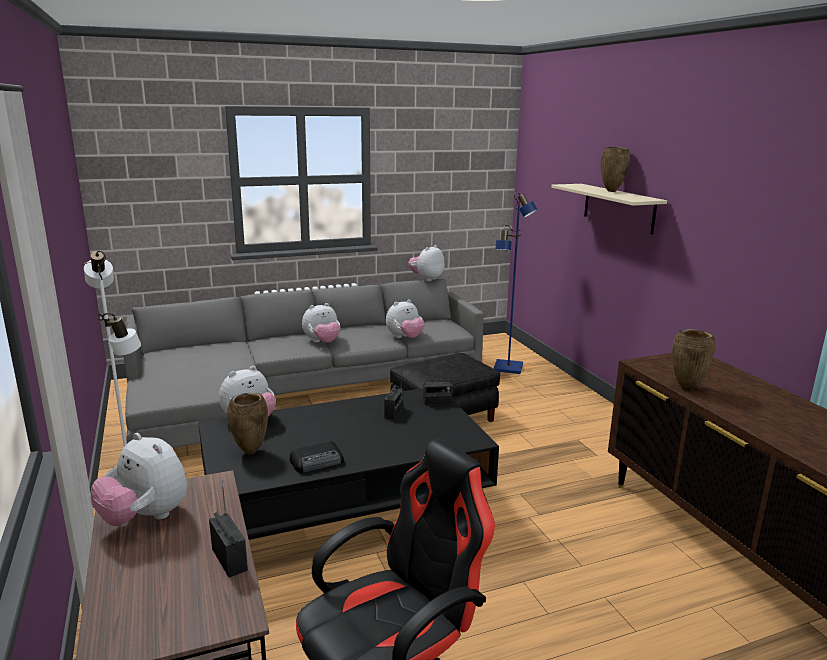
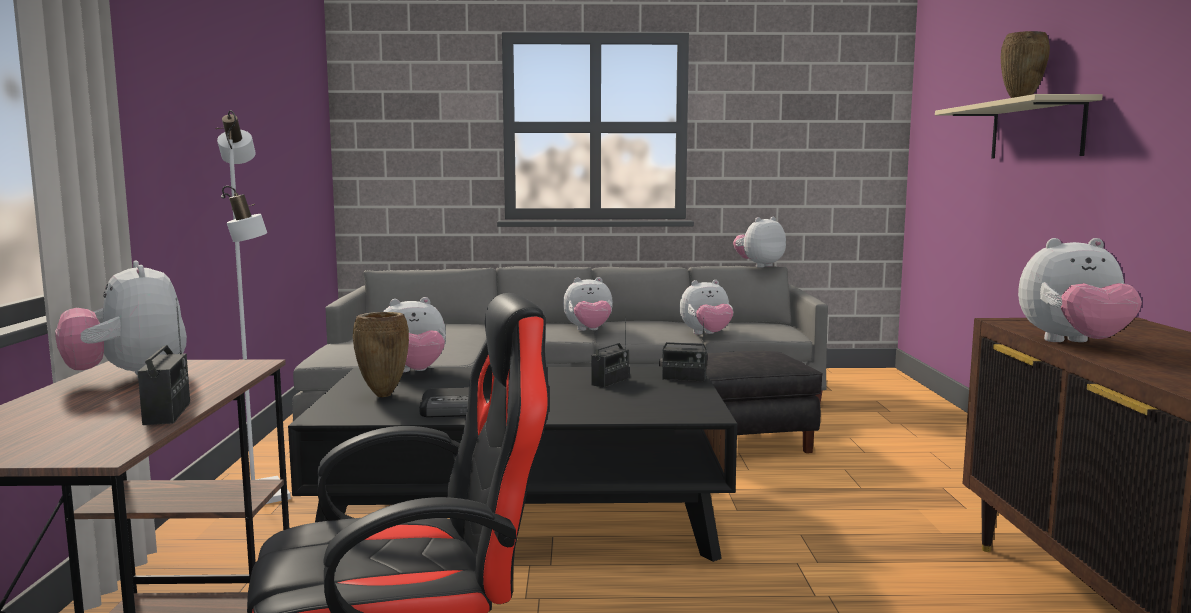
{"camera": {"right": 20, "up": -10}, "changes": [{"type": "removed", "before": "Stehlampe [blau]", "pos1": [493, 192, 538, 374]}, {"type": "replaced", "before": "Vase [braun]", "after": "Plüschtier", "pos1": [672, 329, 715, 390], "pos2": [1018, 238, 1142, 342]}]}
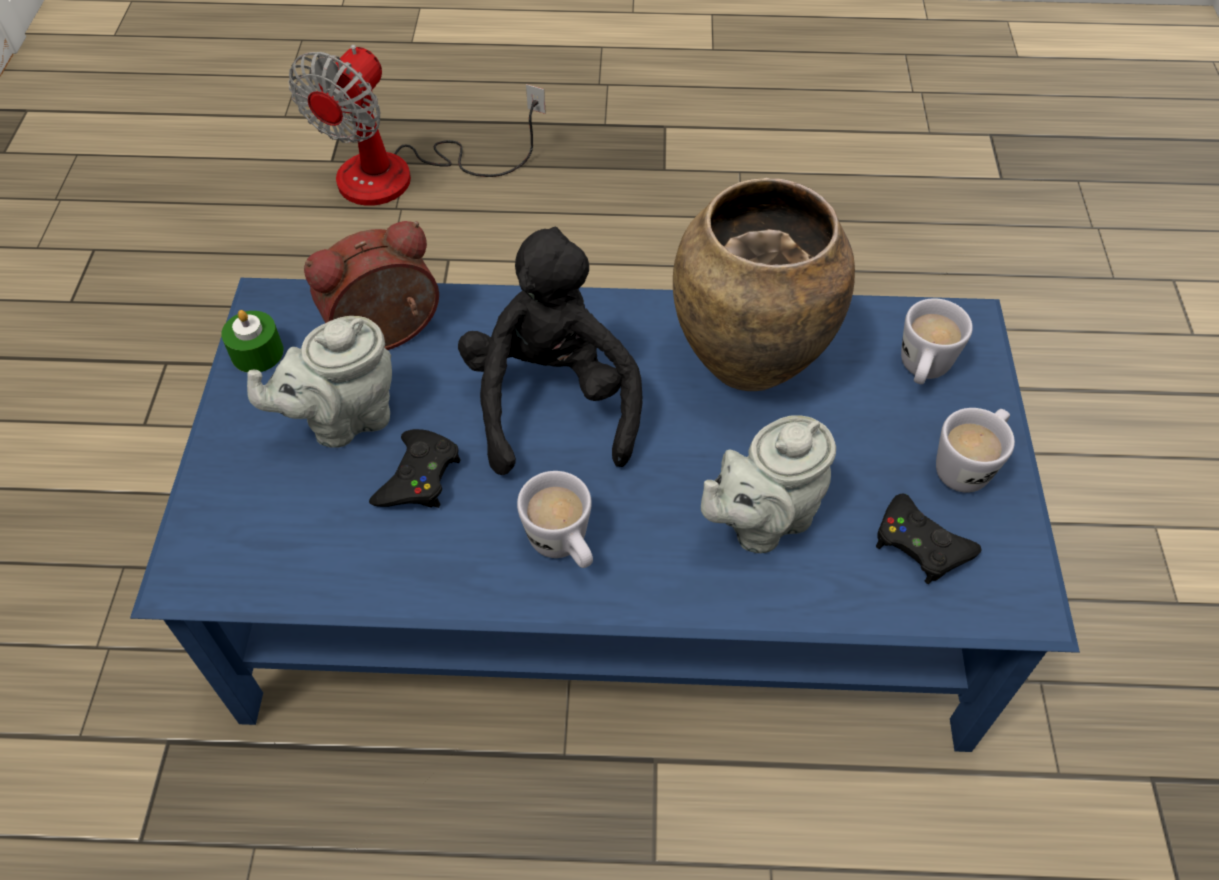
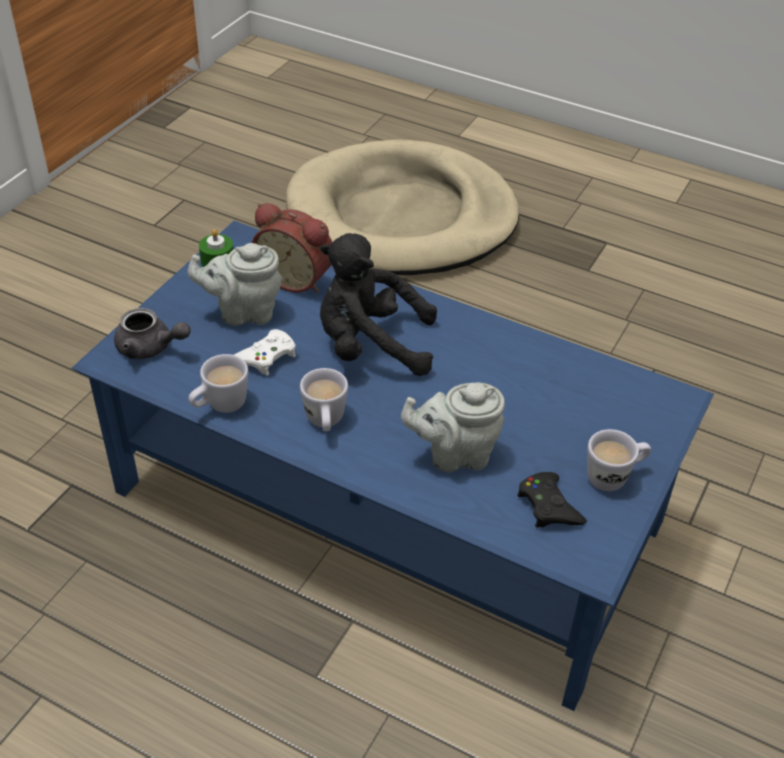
{"camera": {"right": 25, "up": -10}, "changes": [{"type": "replaced", "before": "Ventilator", "after": "Hundebett [beige]", "pos1": [289, 45, 546, 205], "pos2": [286, 139, 519, 275]}, {"type": "turned", "before": "Wecker", "pos1": [304, 221, 439, 350], "pos2": [252, 203, 332, 293], "turn": -150}, {"type": "recoloured", "before": "Gamepad [schwarz]", "after": "Gamepad [weiß]", "pos1": [369, 429, 461, 508], "pos2": [234, 329, 296, 375]}, {"type": "turned", "before": "Plüschtier [schwarz]", "pos1": [458, 227, 643, 475], "pos2": [320, 233, 437, 376], "turn": -105}, {"type": "removed", "before": "Vase [braun]", "pos1": [673, 178, 855, 391]}, {"type": "moved", "before": "Henkelbecher [weiß]", "pos1": [901, 298, 973, 384], "pos2": [189, 354, 248, 413]}, {"type": "added", "after": "Teekanne [grau]", "pos2": [114, 308, 191, 359]}]}
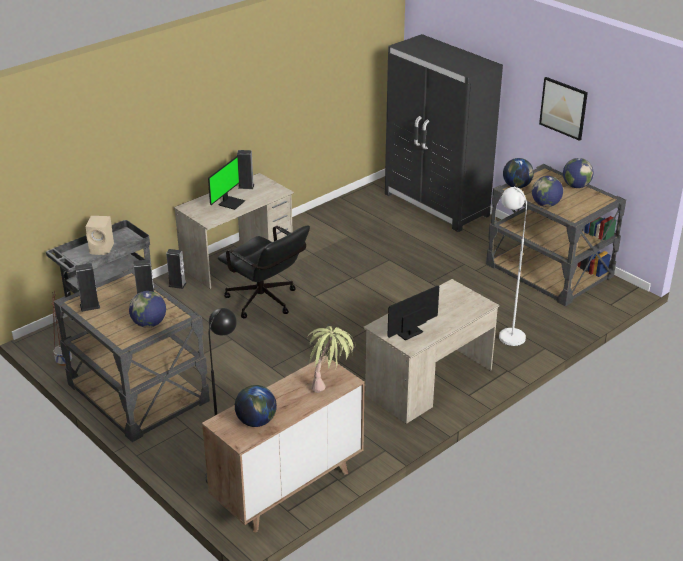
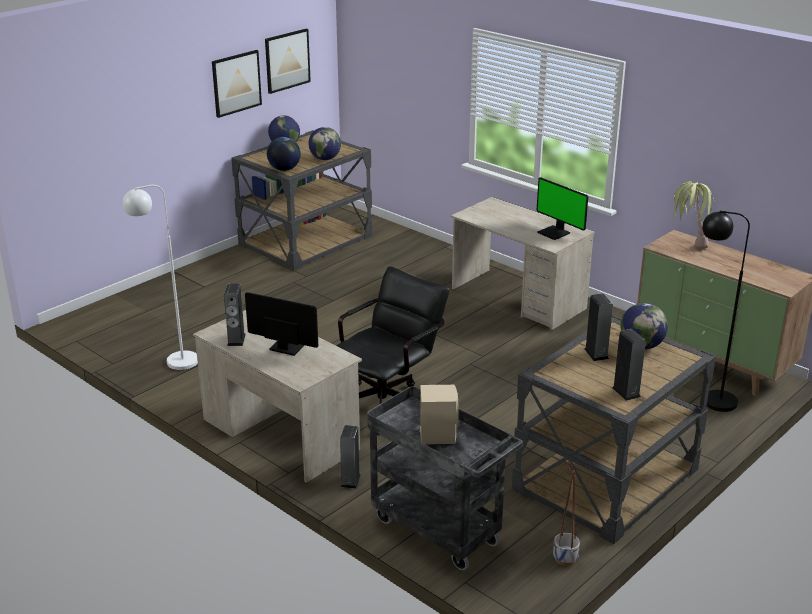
{"camera": {"right": -95, "up": -5}, "changes": [{"type": "removed", "before": "Globus", "pos1": [235, 385, 277, 427]}, {"type": "removed", "before": "Schrank [schwarz]", "pos1": [385, 34, 503, 232]}, {"type": "moved", "before": "Stehlampe [weiß]", "pos1": [499, 187, 527, 346], "pos2": [123, 185, 198, 370]}, {"type": "added", "after": "Bild", "pos2": [265, 29, 311, 94]}]}
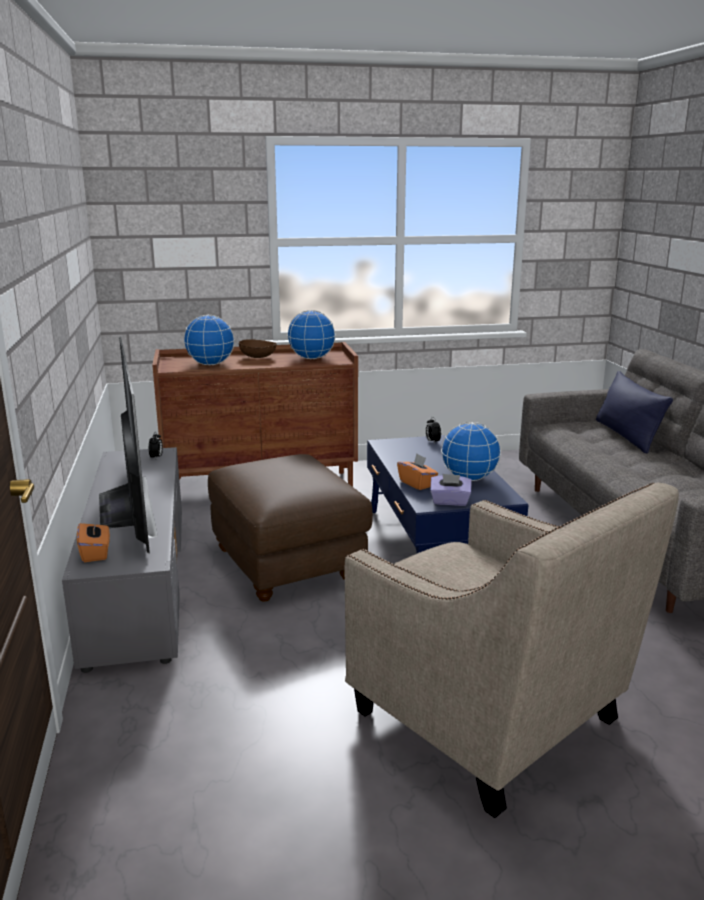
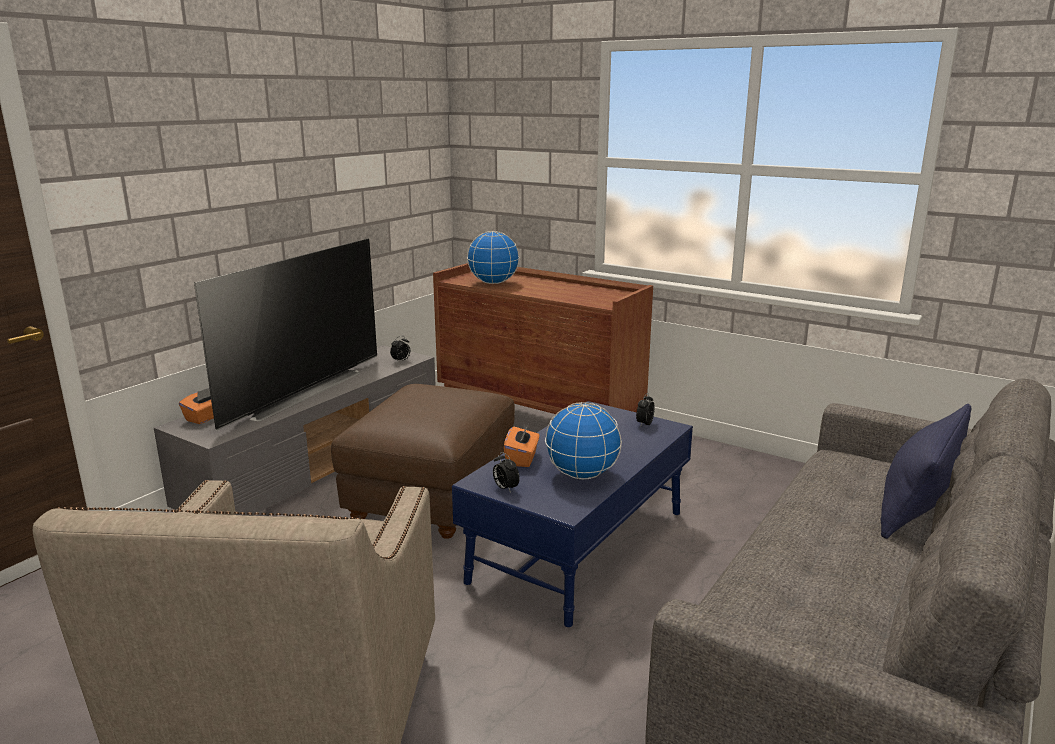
{"camera": {"right": 45, "up": 0}, "changes": [{"type": "removed", "before": "Schüssel [braun]", "pos1": [239, 339, 277, 358]}, {"type": "removed", "before": "Globus", "pos1": [287, 310, 336, 359]}, {"type": "replaced", "before": "Taschentuchbox [lila]", "after": "Wecker", "pos1": [430, 474, 472, 506], "pos2": [493, 452, 520, 493]}]}
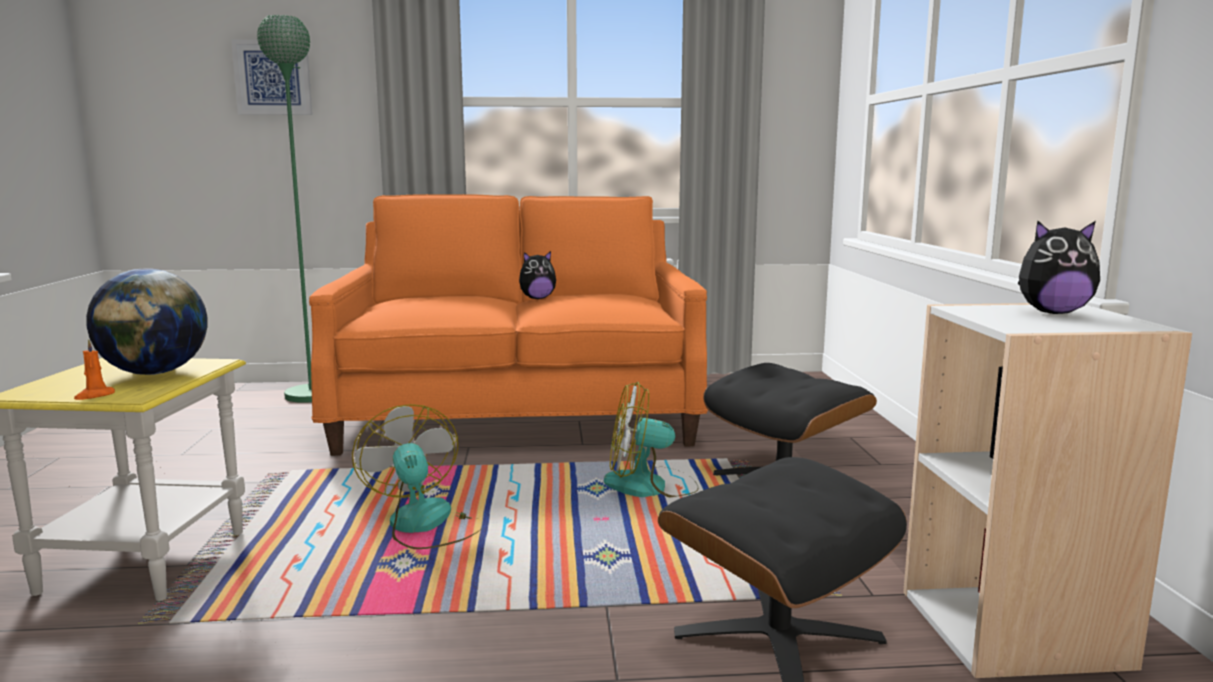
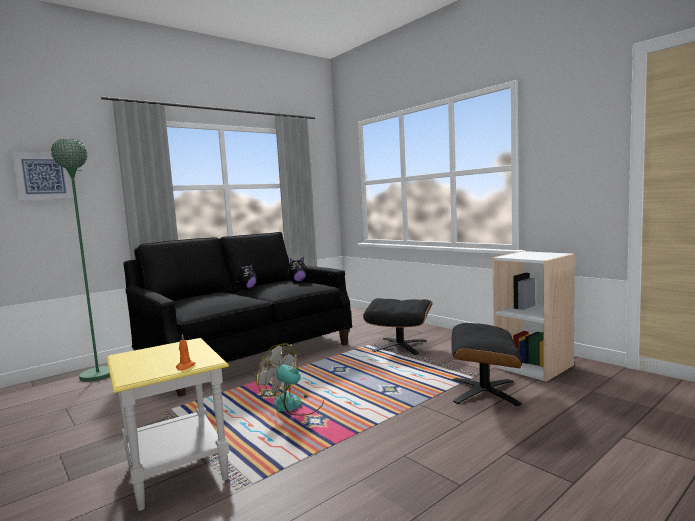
{"camera": {"right": -35, "up": -5}, "changes": [{"type": "removed", "before": "Globus", "pos1": [86, 268, 208, 375]}, {"type": "recoloured", "before": "Sofa [orange]", "after": "Sofa [schwarz]", "pos1": [309, 194, 708, 456], "pos2": [123, 232, 353, 397]}, {"type": "removed", "before": "Ventilator", "pos1": [604, 382, 699, 497]}, {"type": "moved", "before": "Plüschtier", "pos1": [1018, 221, 1100, 314], "pos2": [288, 258, 307, 282]}]}
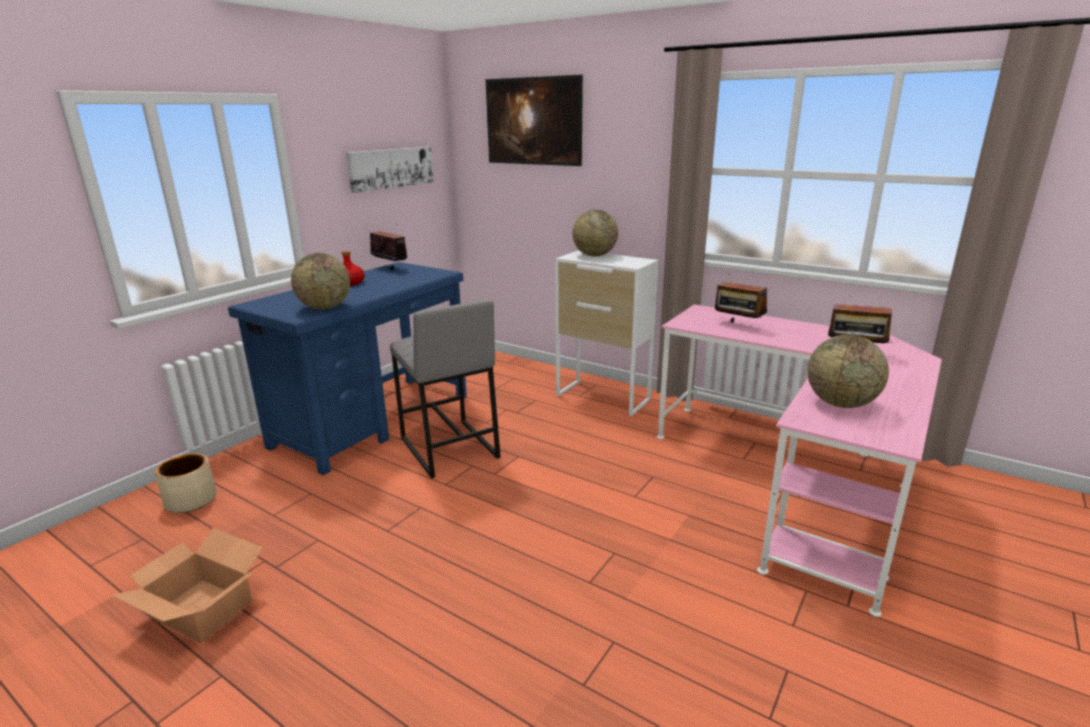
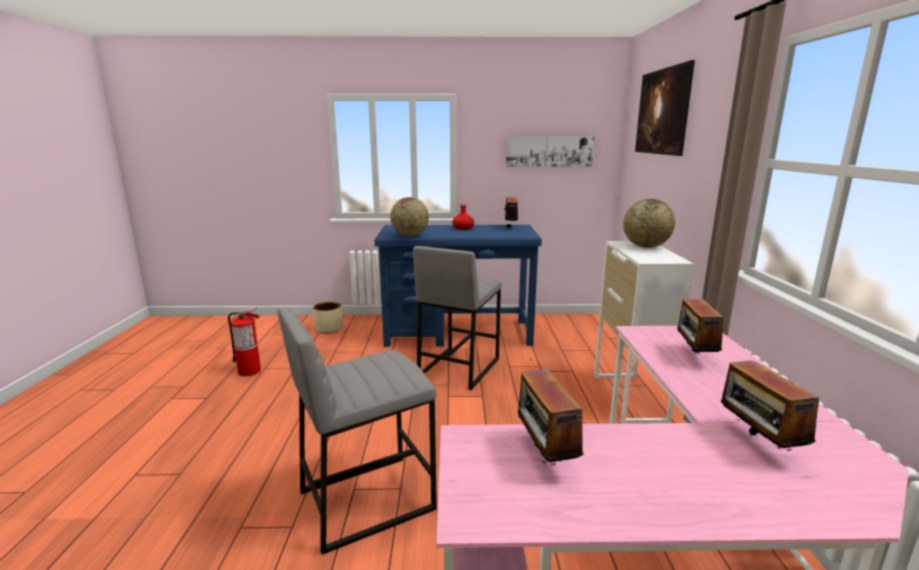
{"camera": {"right": 55, "up": -5}, "changes": [{"type": "replaced", "before": "Karton", "after": "Feuerlöscher", "pos1": [111, 528, 263, 643], "pos2": [228, 307, 261, 376]}, {"type": "replaced", "before": "Globus", "after": "Radio", "pos1": [807, 335, 889, 408], "pos2": [508, 369, 587, 467]}, {"type": "added", "after": "Hocker [grau]", "pos2": [278, 306, 437, 555]}]}
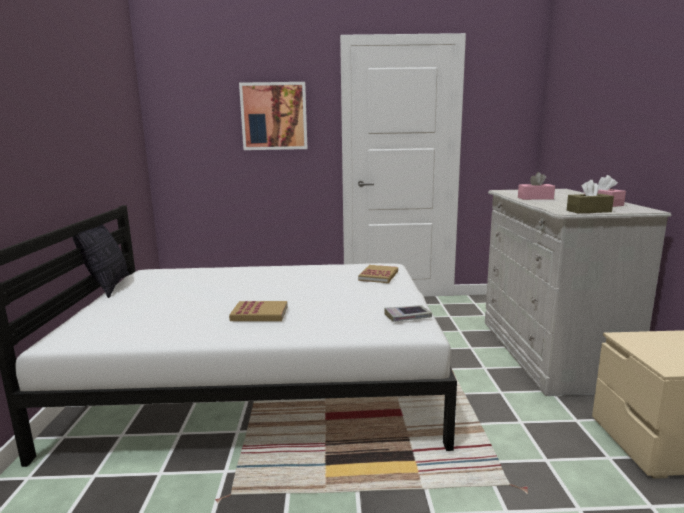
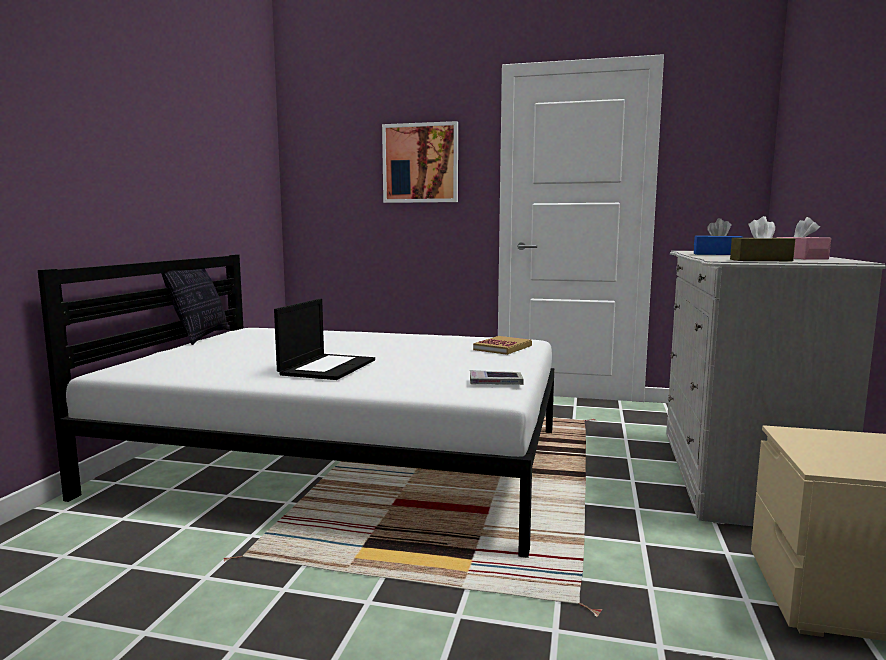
{"camera": {"right": 15, "up": -5}, "changes": [{"type": "replaced", "before": "Buch", "after": "Laptop", "pos1": [229, 301, 288, 321], "pos2": [274, 299, 375, 380]}, {"type": "recoloured", "before": "Taschentuchbox [rosa]", "after": "Taschentuchbox [blau]", "pos1": [518, 172, 555, 200], "pos2": [694, 218, 743, 255]}]}
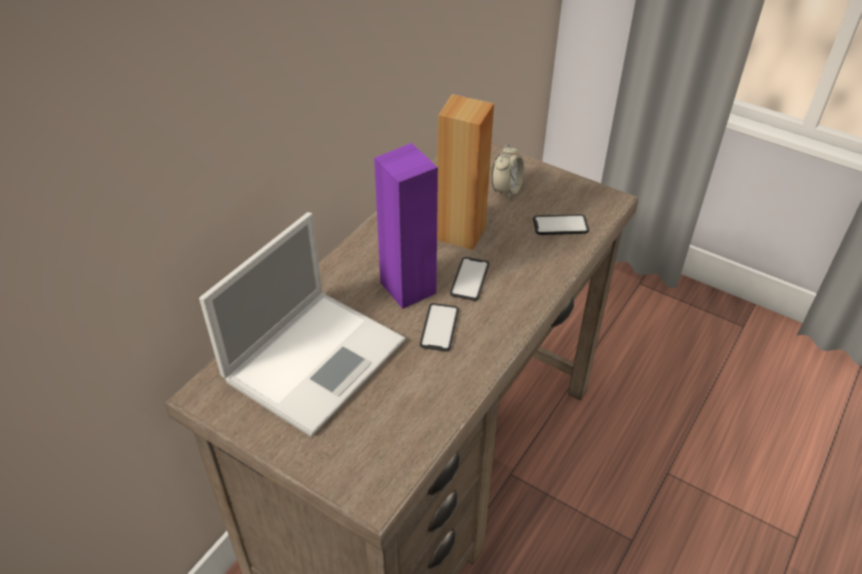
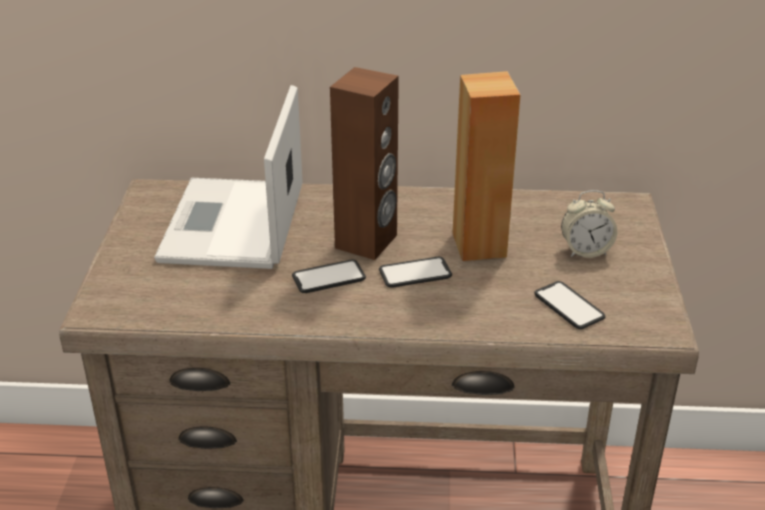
{"camera": {"right": 60, "up": -10}, "changes": [{"type": "turned", "before": "Laptop", "pos1": [199, 212, 405, 437], "pos2": [154, 85, 303, 269], "turn": 90}, {"type": "recoloured", "before": "Lautsprecher [lila]", "after": "Lautsprecher [braun]", "pos1": [374, 143, 438, 309], "pos2": [330, 67, 399, 260]}]}
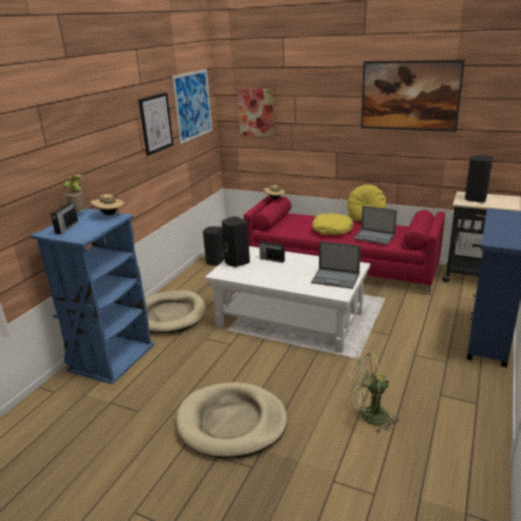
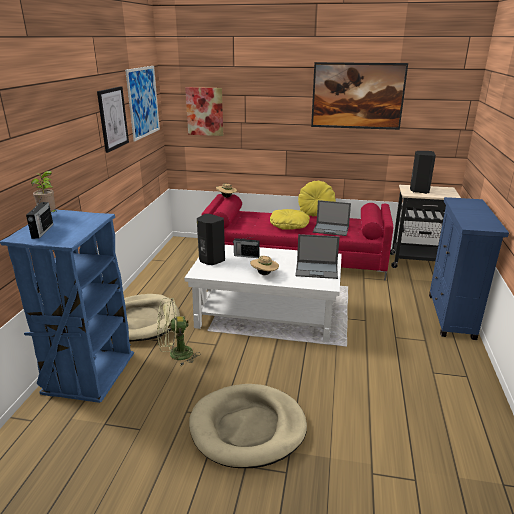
{"camera": {"right": -15, "up": 0}, "changes": [{"type": "moved", "before": "Hut [beige]", "pos1": [91, 194, 124, 215], "pos2": [250, 256, 279, 275]}, {"type": "removed", "before": "Lautsprecher [schwarz]", "pos1": [203, 226, 225, 266]}, {"type": "moved", "before": "Ventilator [grün]", "pos1": [349, 351, 399, 433], "pos2": [157, 298, 201, 366]}]}
